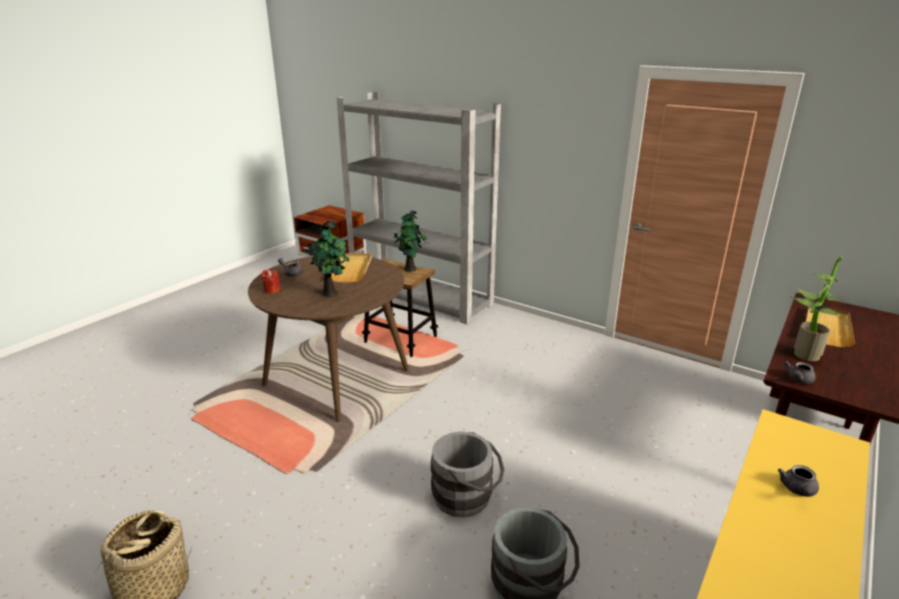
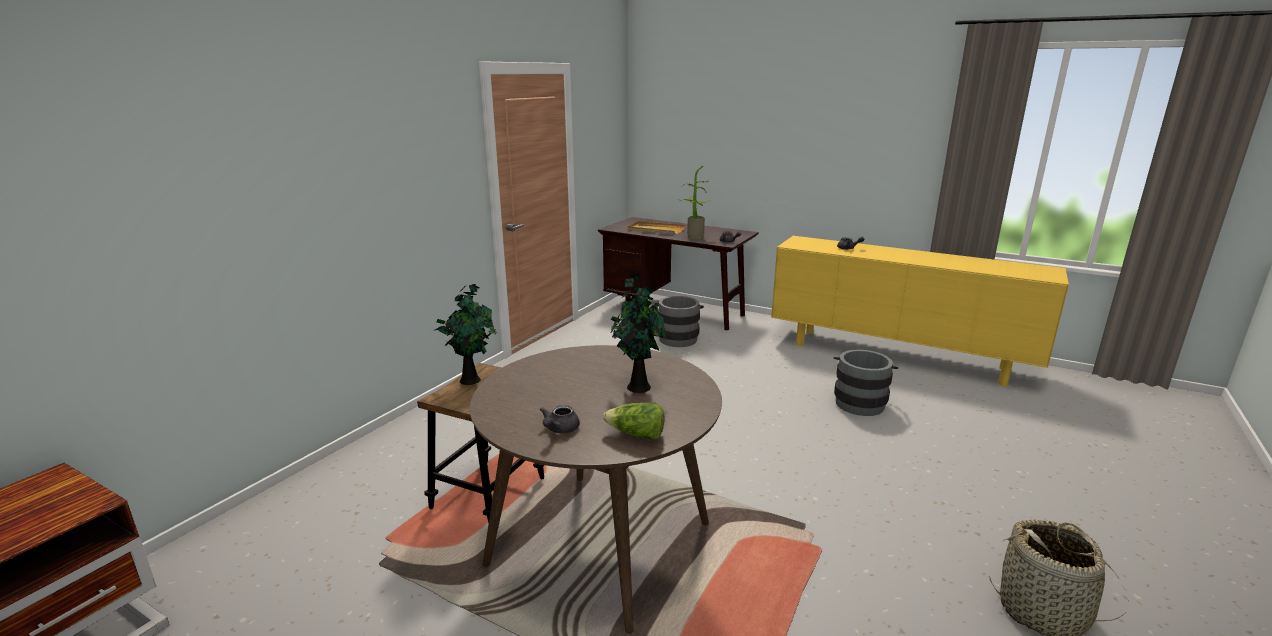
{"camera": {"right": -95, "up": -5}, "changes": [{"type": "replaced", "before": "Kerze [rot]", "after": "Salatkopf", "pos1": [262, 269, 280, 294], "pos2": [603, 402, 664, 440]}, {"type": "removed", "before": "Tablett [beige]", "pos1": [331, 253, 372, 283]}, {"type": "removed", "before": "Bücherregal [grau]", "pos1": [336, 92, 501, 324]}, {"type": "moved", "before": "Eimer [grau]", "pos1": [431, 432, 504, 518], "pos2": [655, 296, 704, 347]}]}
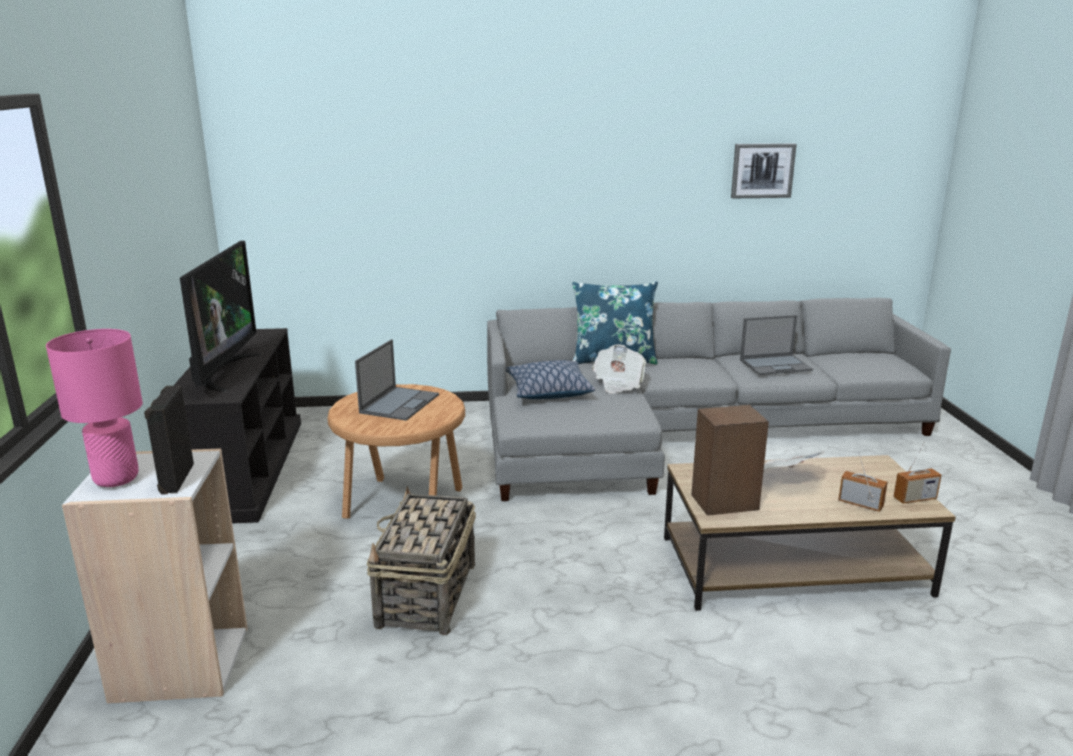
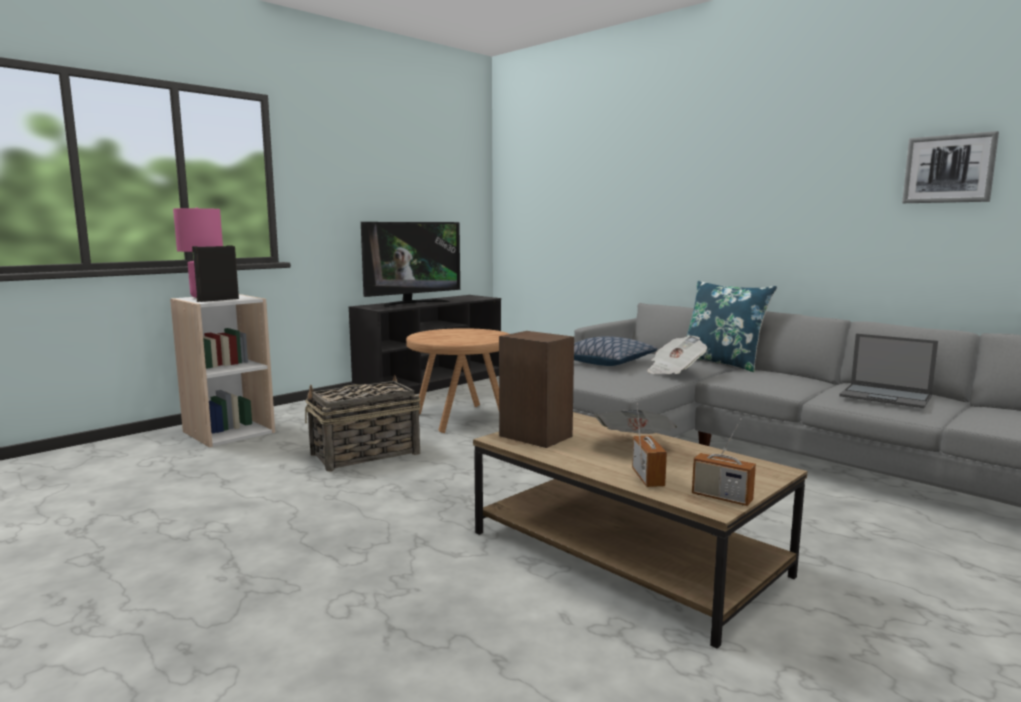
{"camera": {"right": 50, "up": -10}, "changes": [{"type": "removed", "before": "Laptop", "pos1": [355, 339, 439, 421]}]}
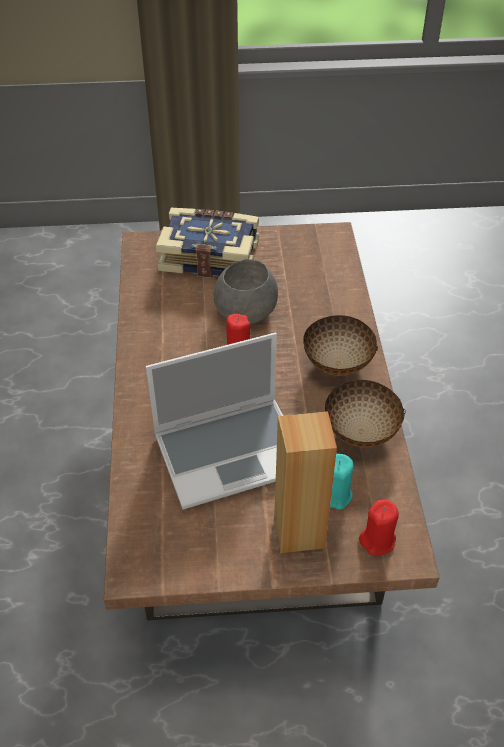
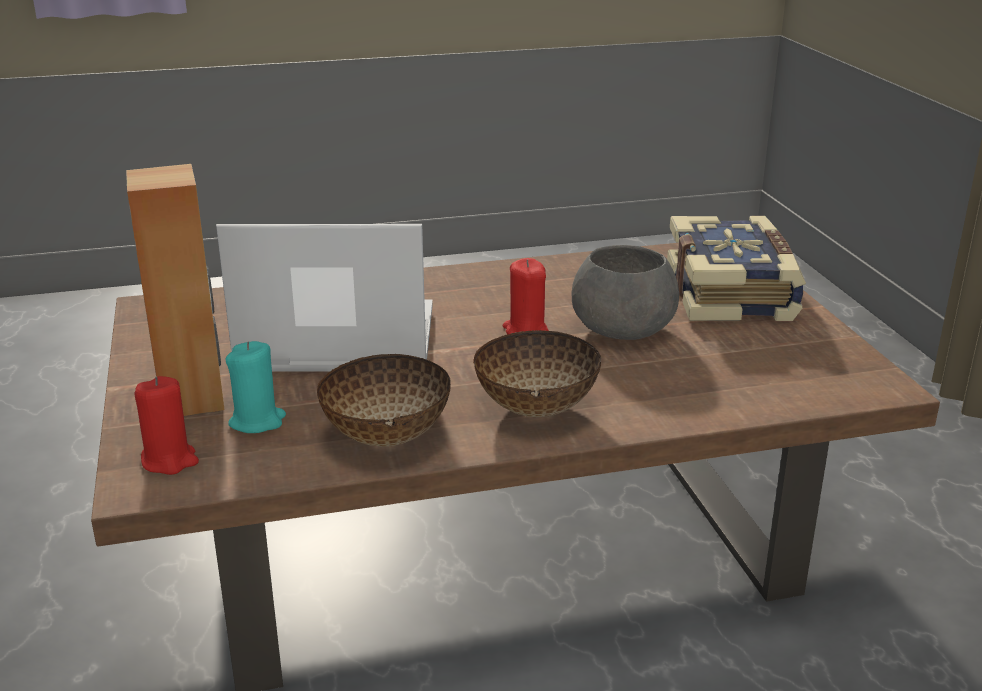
{"camera": {"right": 80, "up": -20}, "changes": [{"type": "turned", "before": "Laptop", "pos1": [146, 333, 283, 510], "pos2": [216, 224, 433, 371], "turn": 120}]}
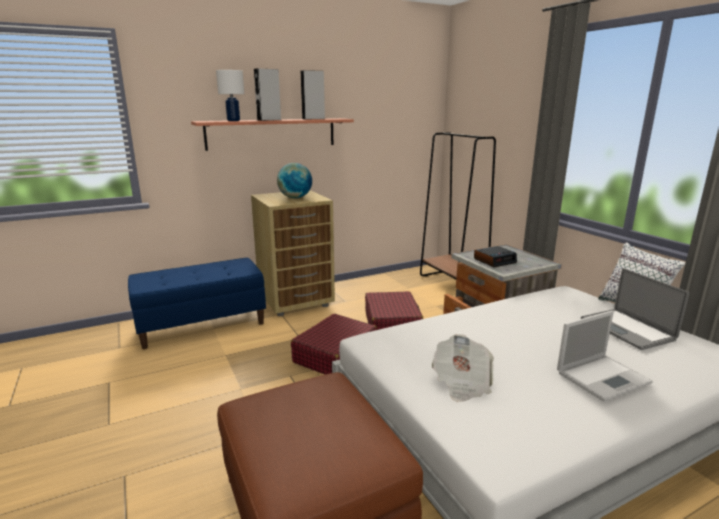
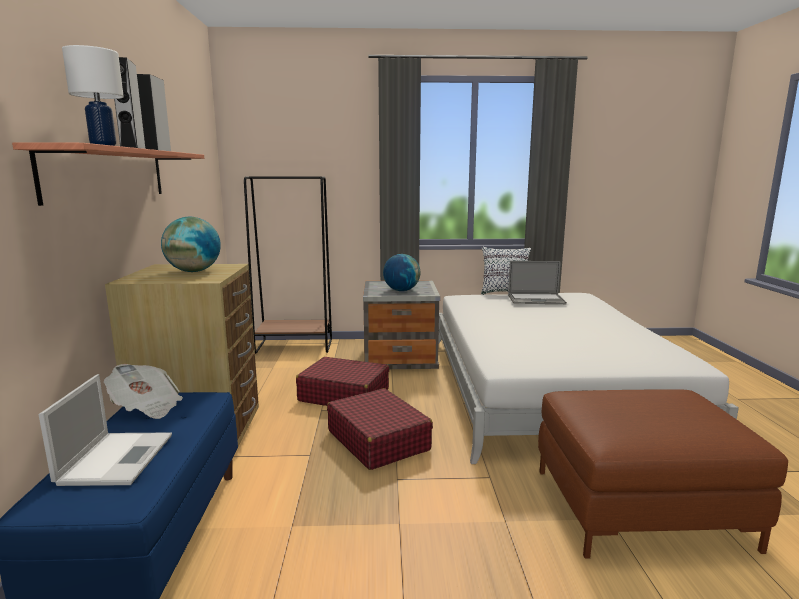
{"camera": {"right": -65, "up": -5}, "changes": [{"type": "moved", "before": "Zeitung", "pos1": [432, 334, 494, 402], "pos2": [104, 364, 183, 419]}, {"type": "replaced", "before": "Wecker", "after": "Globus", "pos1": [474, 246, 517, 267], "pos2": [383, 254, 421, 291]}, {"type": "moved", "before": "Laptop", "pos1": [557, 311, 653, 402], "pos2": [39, 374, 172, 486]}]}
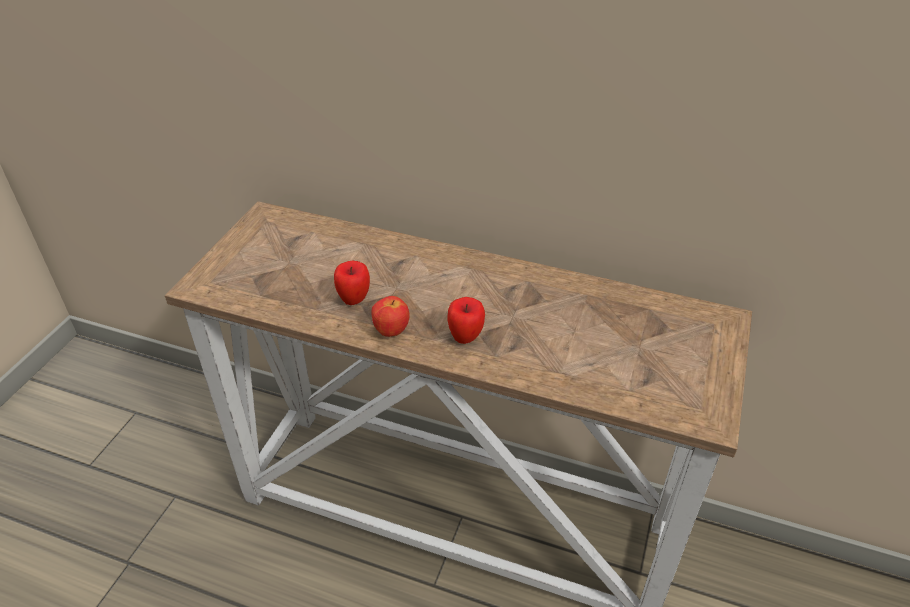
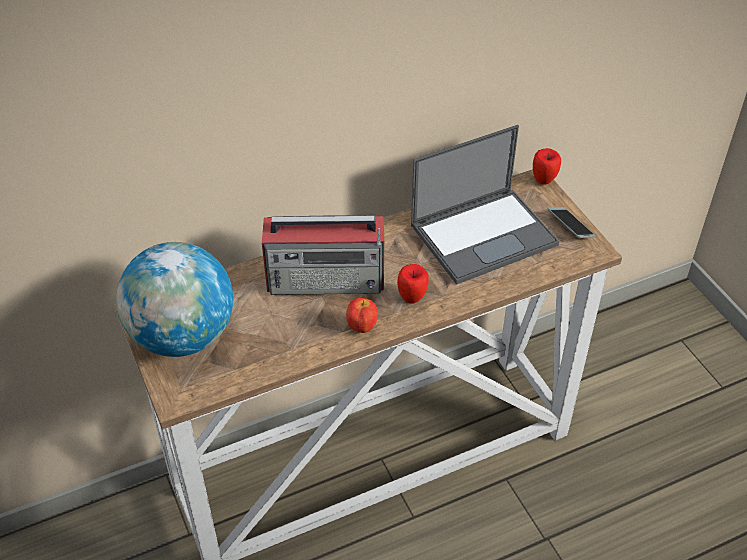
{"camera": {"right": -45, "up": 5}, "changes": [{"type": "moved", "before": "Apfel", "pos1": [334, 260, 370, 305], "pos2": [533, 148, 561, 184]}, {"type": "added", "after": "Globus", "pos2": [116, 242, 233, 357]}, {"type": "added", "after": "Radio", "pos2": [262, 215, 384, 295]}, {"type": "added", "after": "Laptop", "pos2": [411, 125, 559, 285]}, {"type": "added", "after": "Handy", "pos2": [547, 207, 595, 238]}]}
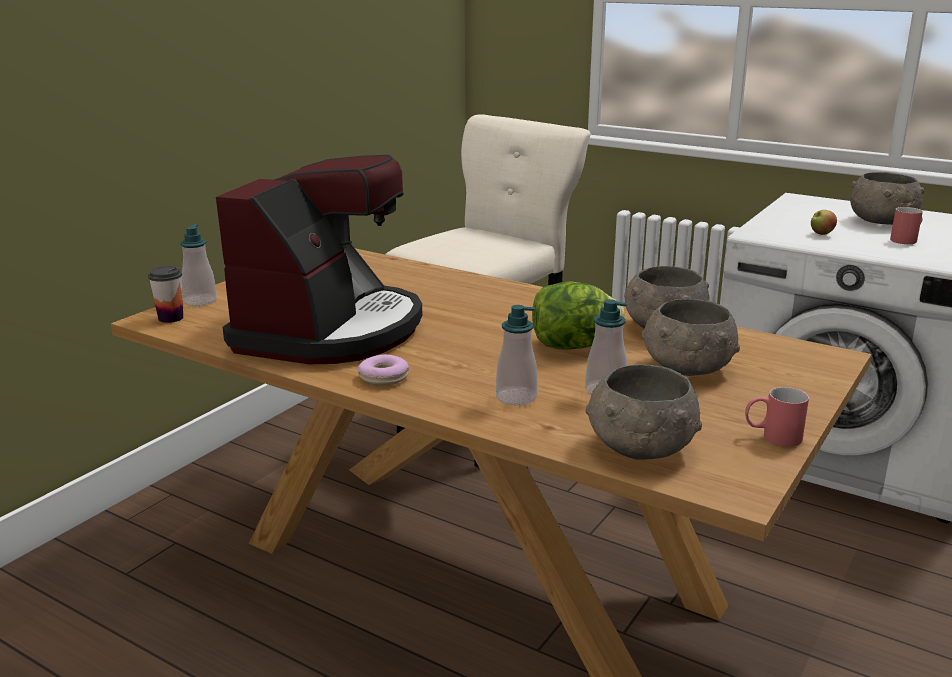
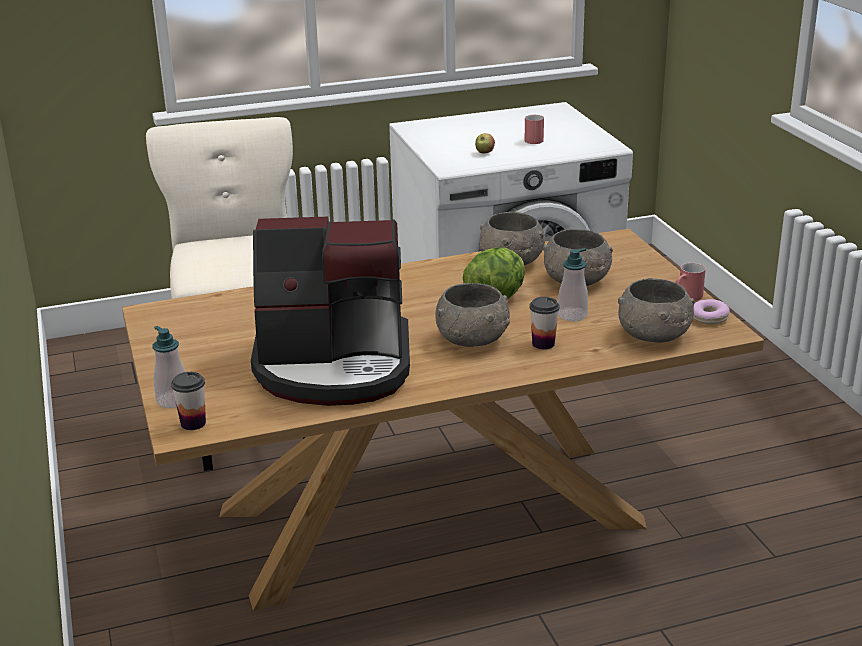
{"camera": {"right": -50, "up": 5}, "changes": [{"type": "turned", "before": "Kaffeemaschine", "pos1": [216, 155, 422, 364], "pos2": [251, 217, 410, 406], "turn": 120}, {"type": "moved", "before": "Donut", "pos1": [358, 354, 409, 386], "pos2": [694, 299, 730, 324]}, {"type": "replaced", "before": "Seifenspender", "after": "Tasse", "pos1": [496, 305, 537, 405], "pos2": [529, 297, 560, 350]}, {"type": "moved", "before": "Schüssel [grau]", "pos1": [850, 172, 924, 225], "pos2": [435, 283, 510, 347]}]}
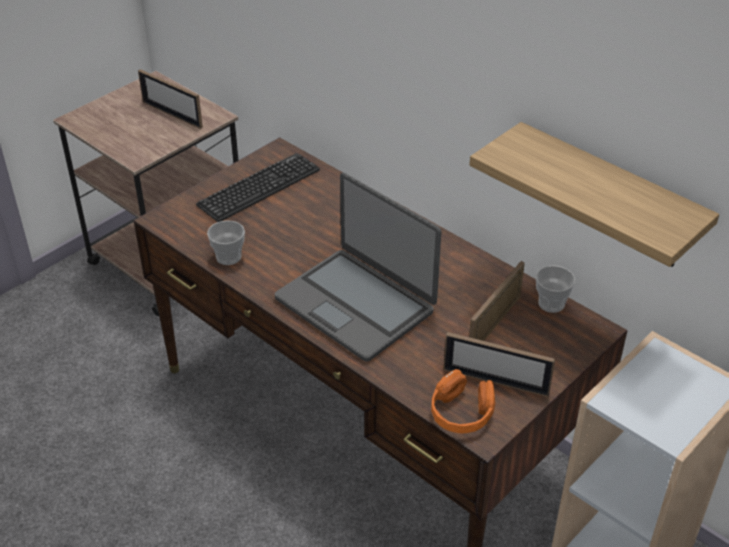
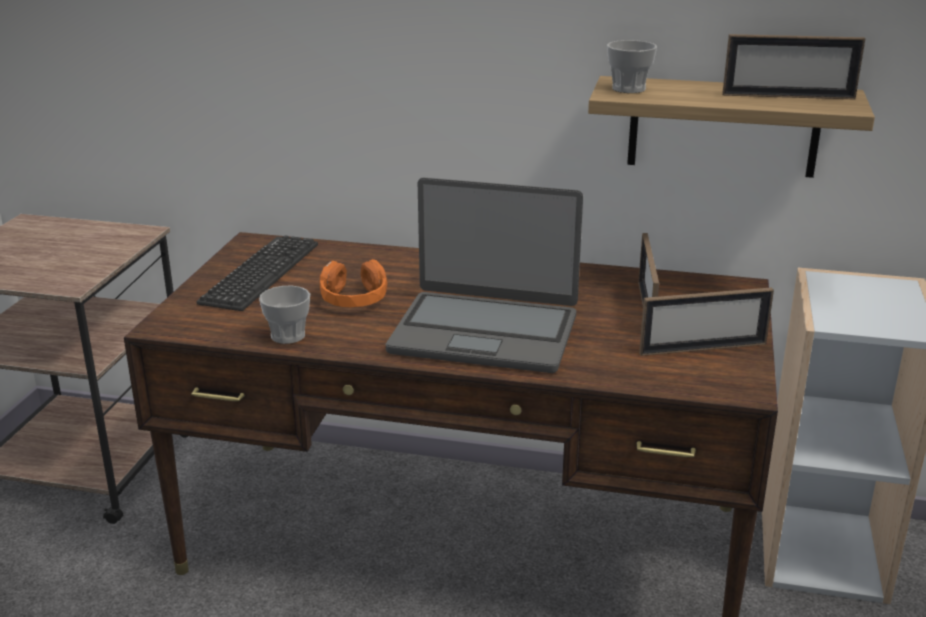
{"camera": {"right": -30, "up": -15}, "changes": [{"type": "moved", "before": "Bilderrahmen", "pos1": [138, 69, 203, 129], "pos2": [722, 34, 865, 100]}, {"type": "moved", "before": "Kopfhörer [orange]", "pos1": [431, 369, 495, 433], "pos2": [320, 259, 387, 307]}, {"type": "moved", "before": "Tasse", "pos1": [536, 265, 575, 313], "pos2": [607, 40, 657, 93]}]}
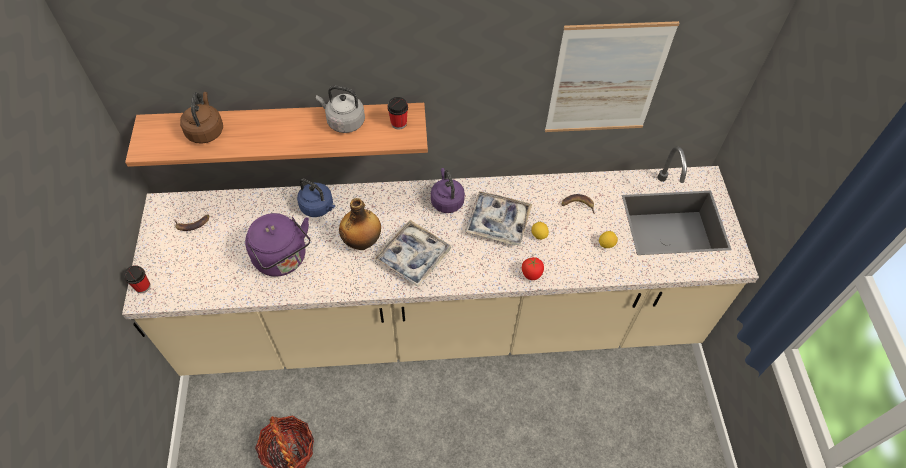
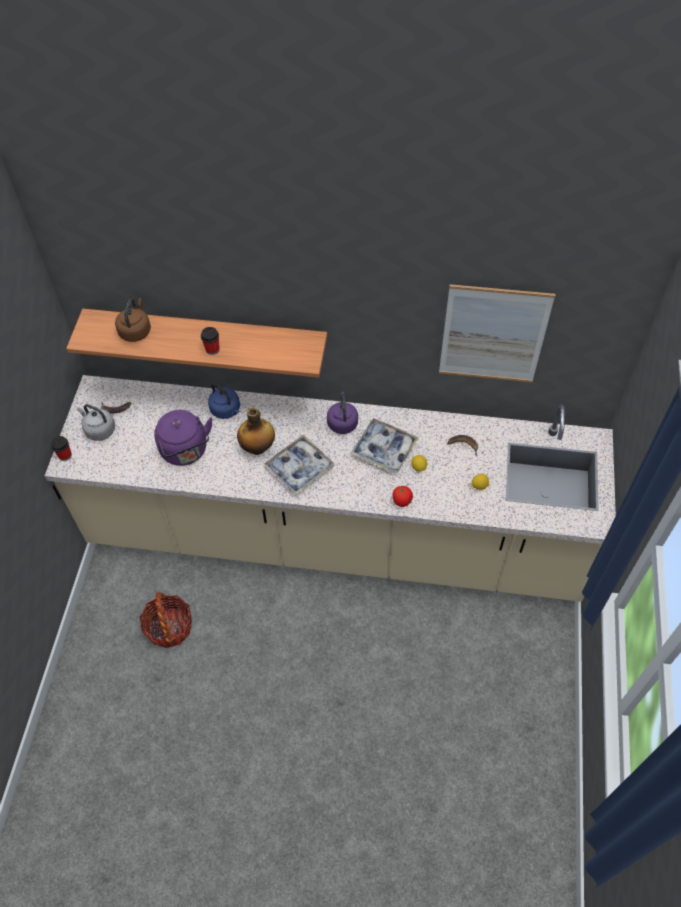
{"camera": {"right": 15, "up": 0}, "changes": [{"type": "moved", "before": "Wasserkessel [grau]", "pos1": [316, 86, 365, 133], "pos2": [77, 404, 115, 441]}, {"type": "moved", "before": "Tasse", "pos1": [387, 97, 408, 130], "pos2": [201, 327, 220, 355]}]}
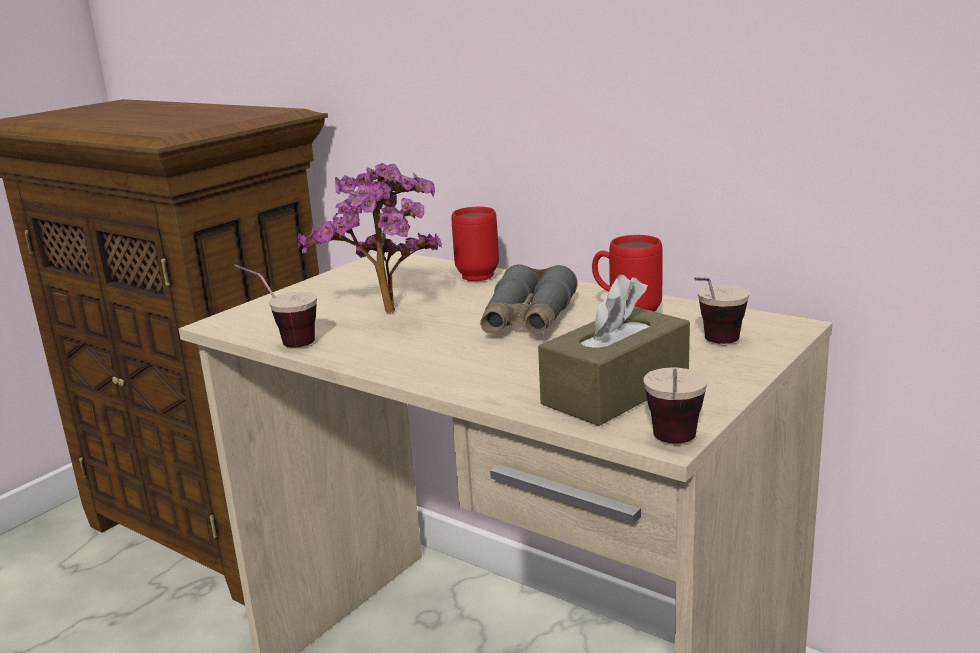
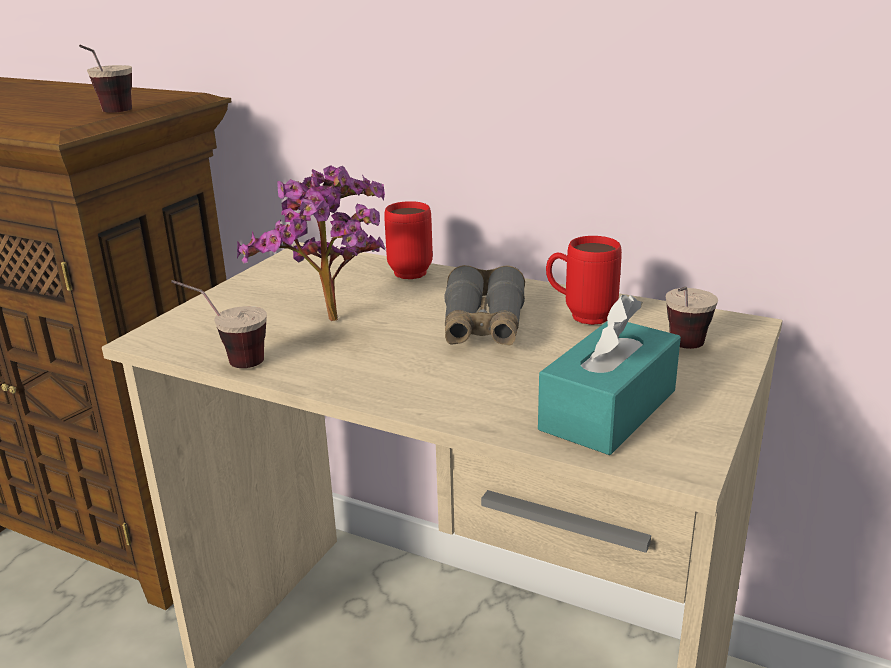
{"camera": {"right": -10, "up": 5}, "changes": [{"type": "recoloured", "before": "Taschentuchbox [braun]", "after": "Taschentuchbox [türkis]", "pos1": [538, 274, 690, 426], "pos2": [538, 295, 681, 455]}, {"type": "moved", "before": "Tasse", "pos1": [643, 367, 708, 444], "pos2": [79, 45, 132, 113]}]}
